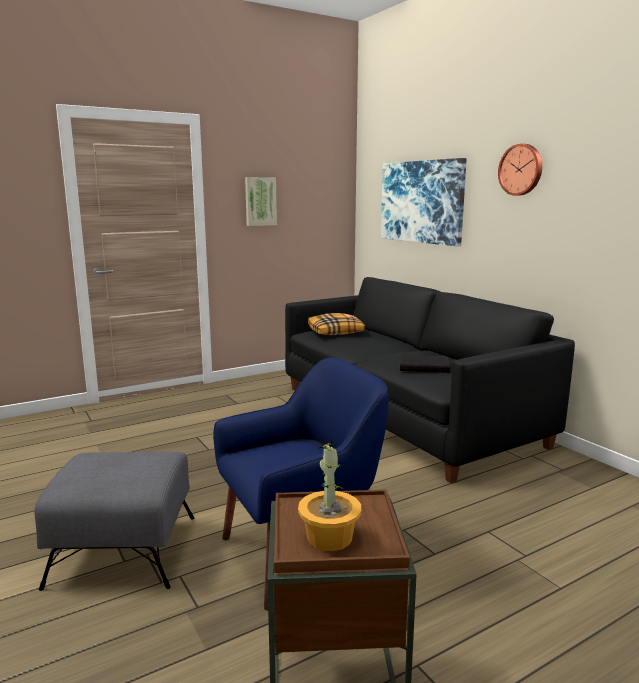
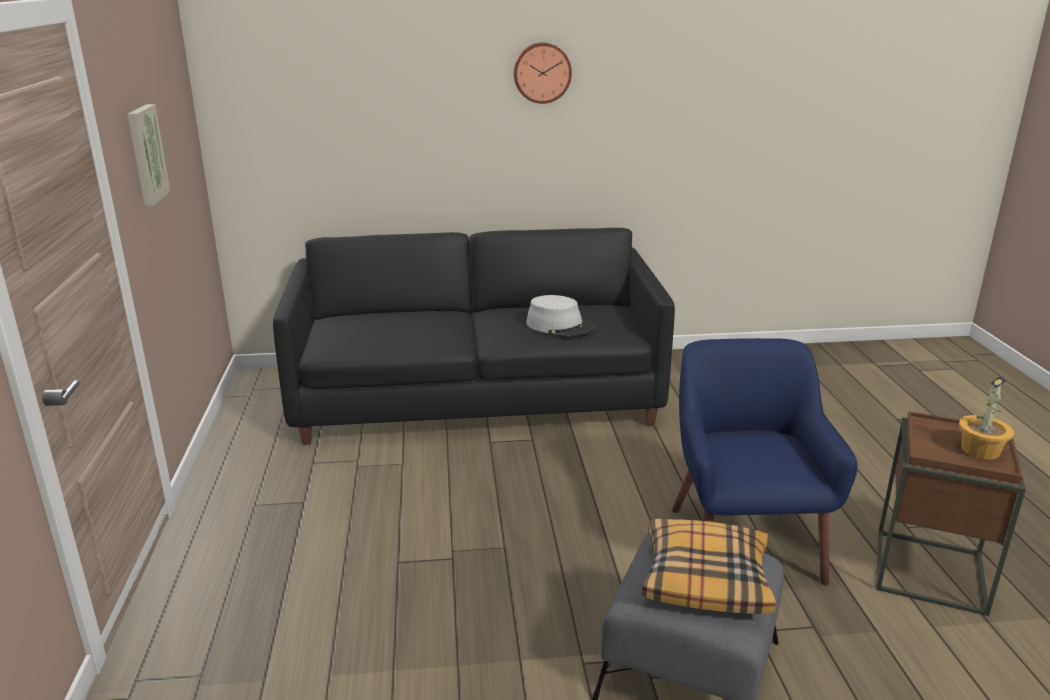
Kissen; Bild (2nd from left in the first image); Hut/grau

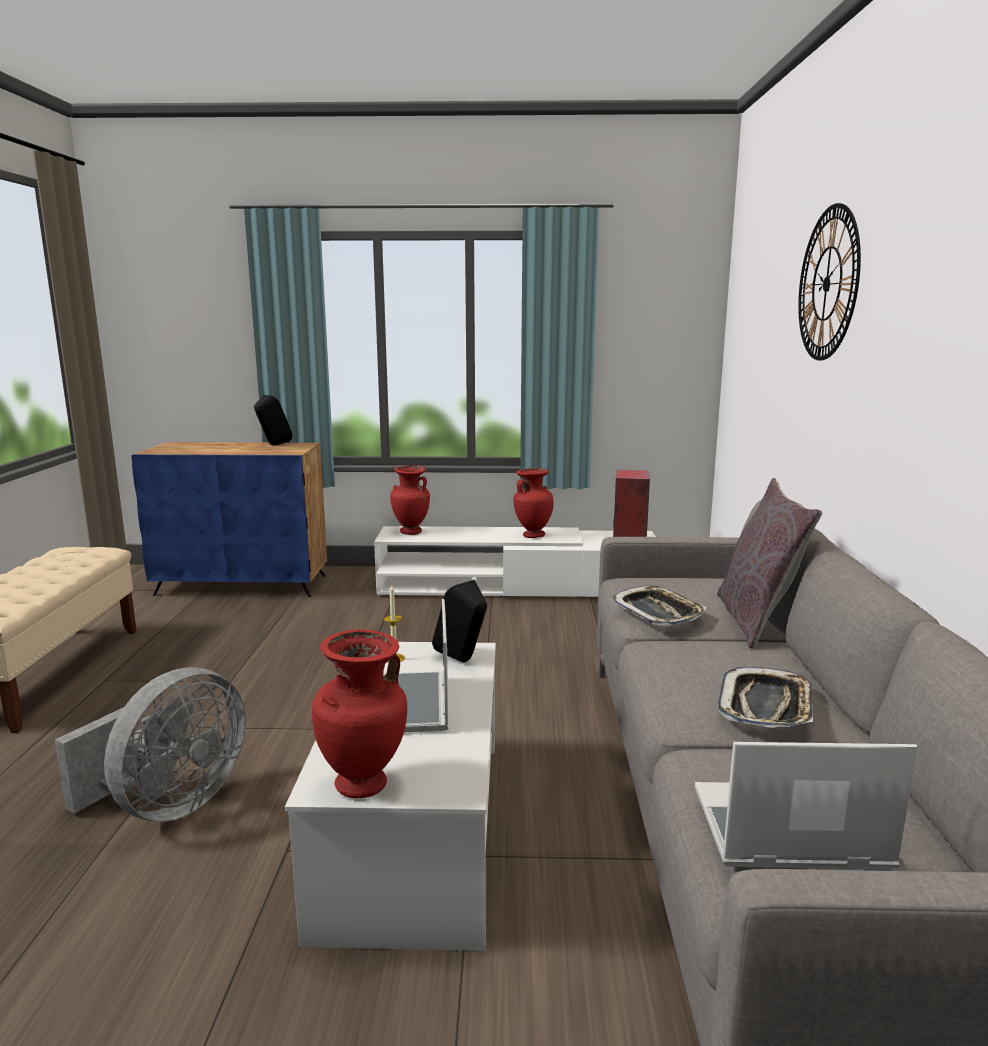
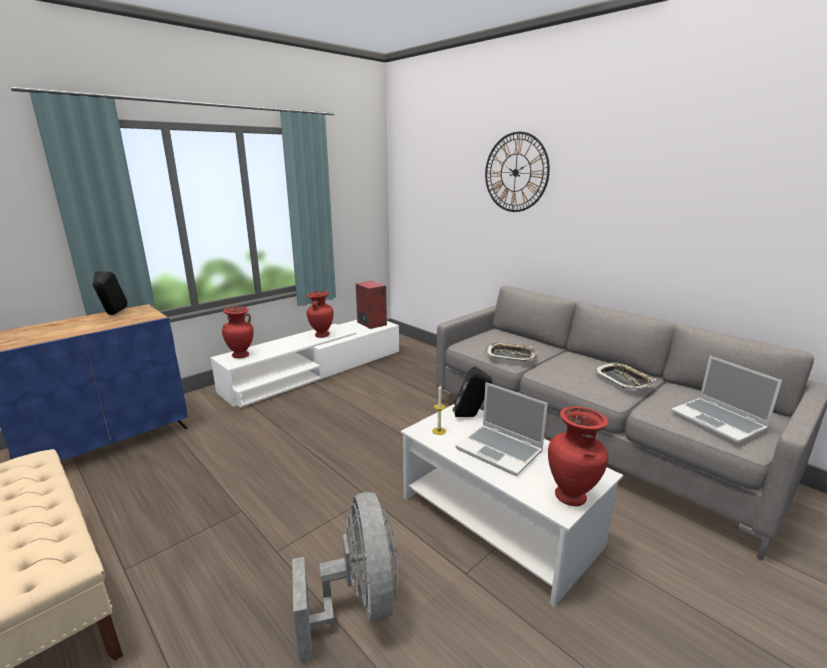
Laptop (2nd from left); Kissen/grau

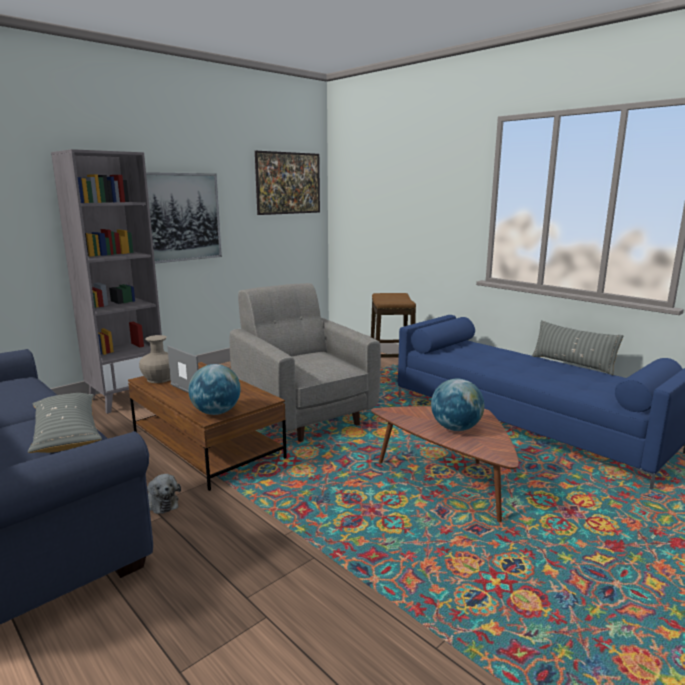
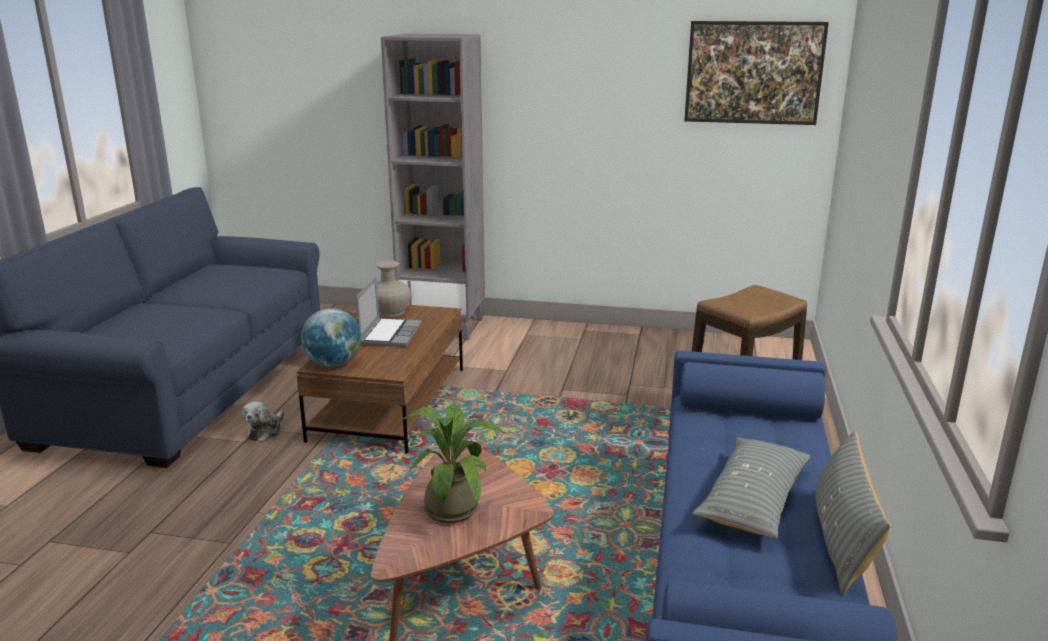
Kissen/grau (1st from left); Bild (1st from left in the first image); Sessel/grau; Topfpflanze

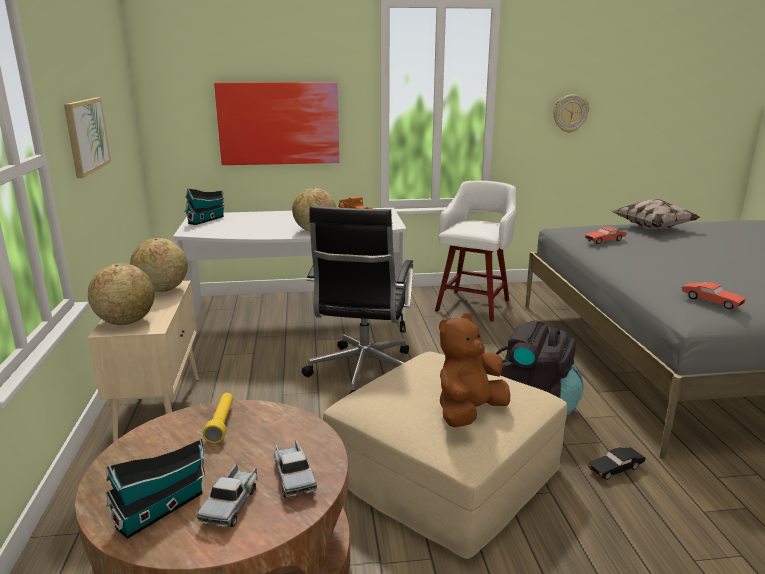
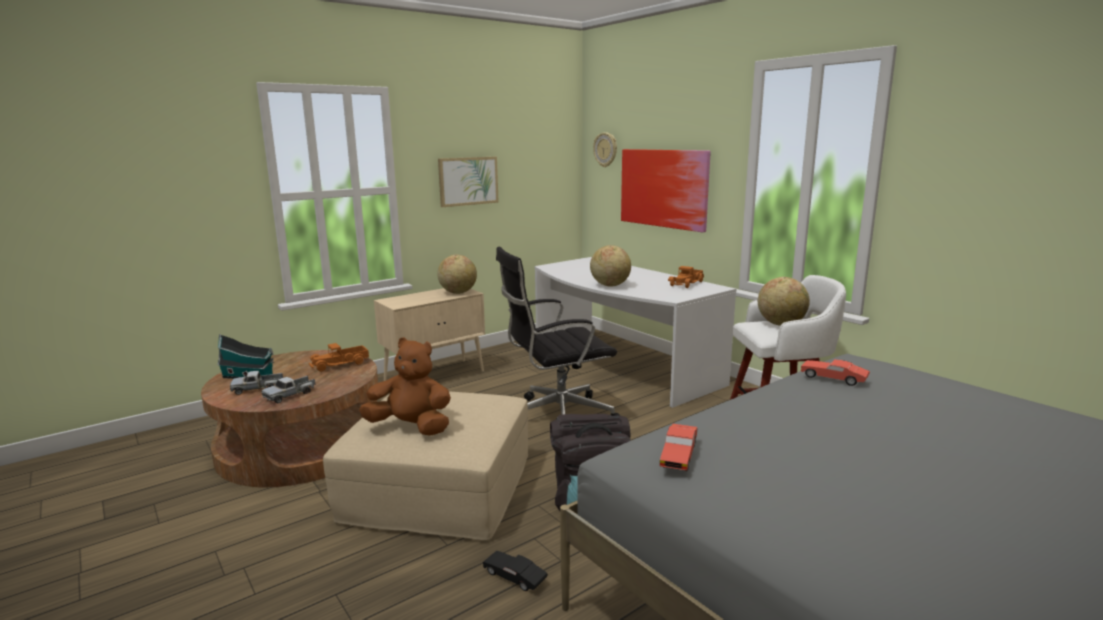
Globus (3rd from left); Spielzeughaus (2nd from left in the first image); Spielzeuglaster (3rd from left); Wanduhr; Kissen

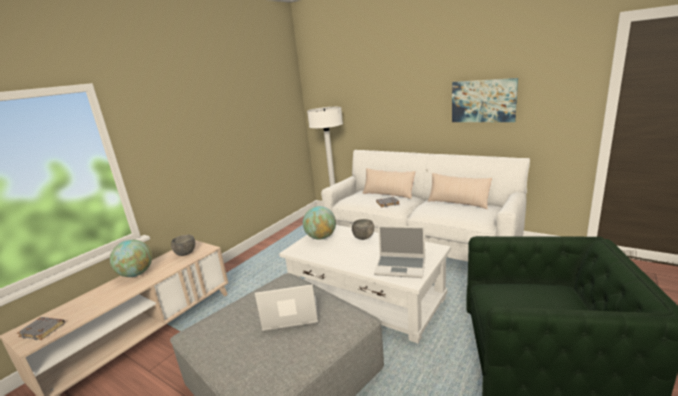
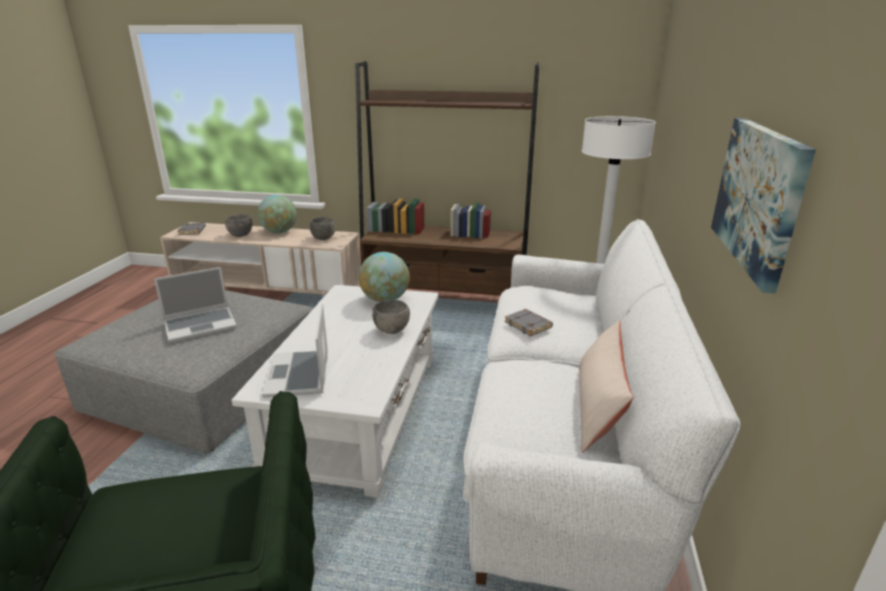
Laptop (1st from left); Kissen/beige (1st from left in the first image); Schüssel/grau (1st from left); Bücherregal/braun

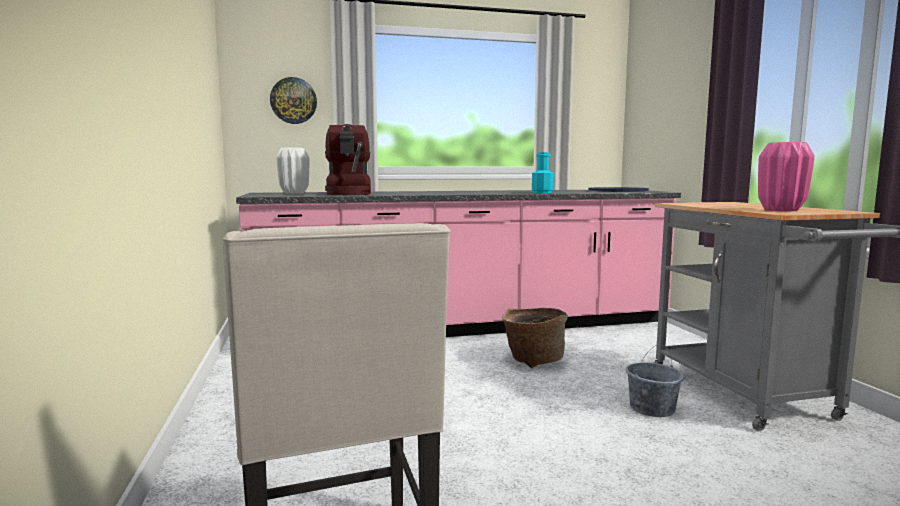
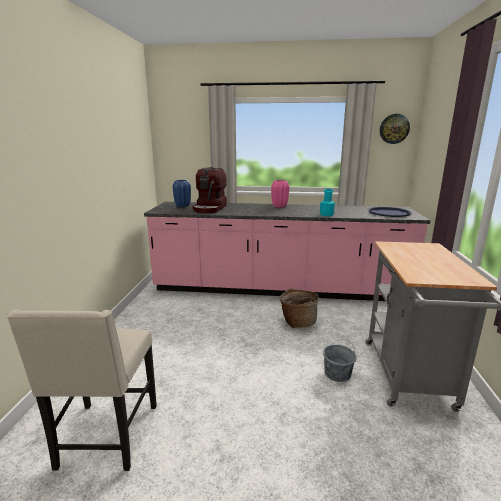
Wanduhr; Vase/blau; Vase/rosa

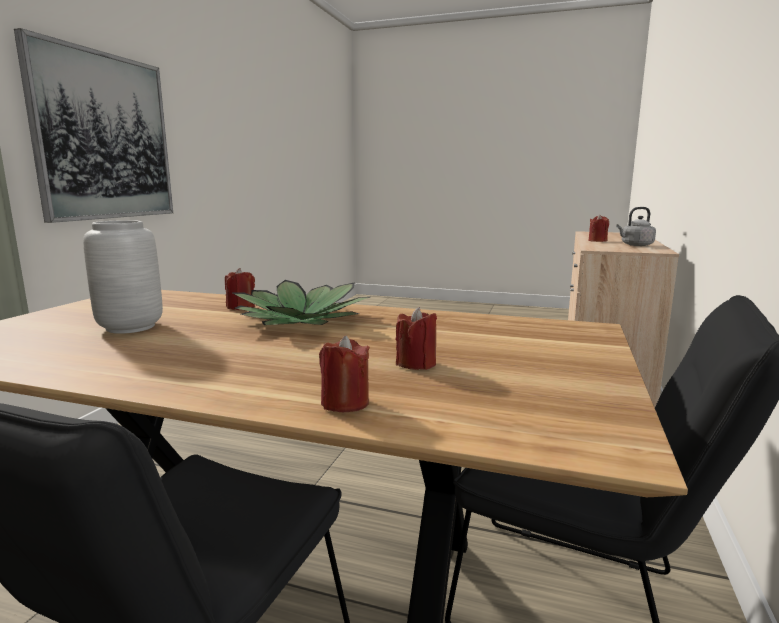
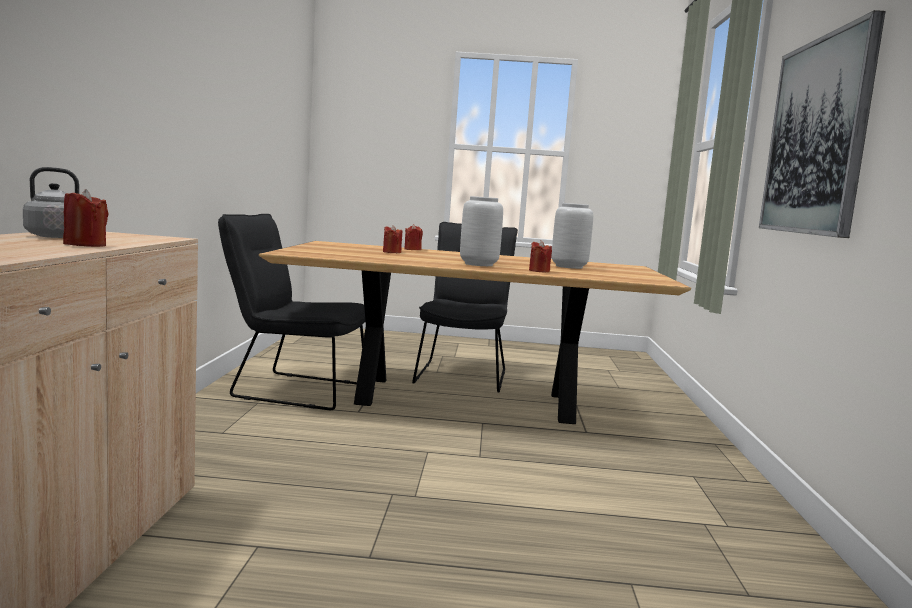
Vase/grau (1st from left)

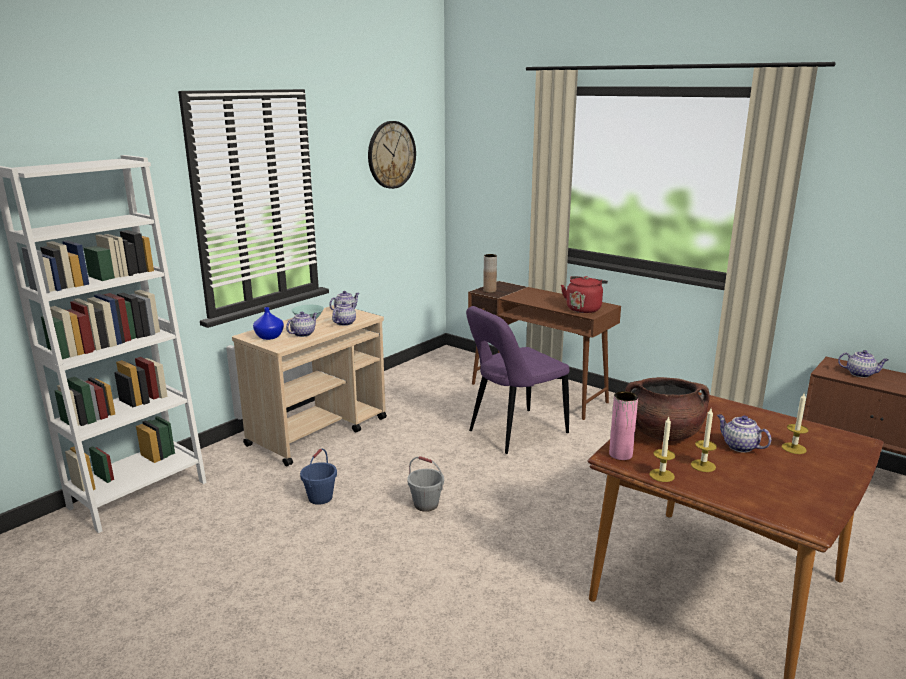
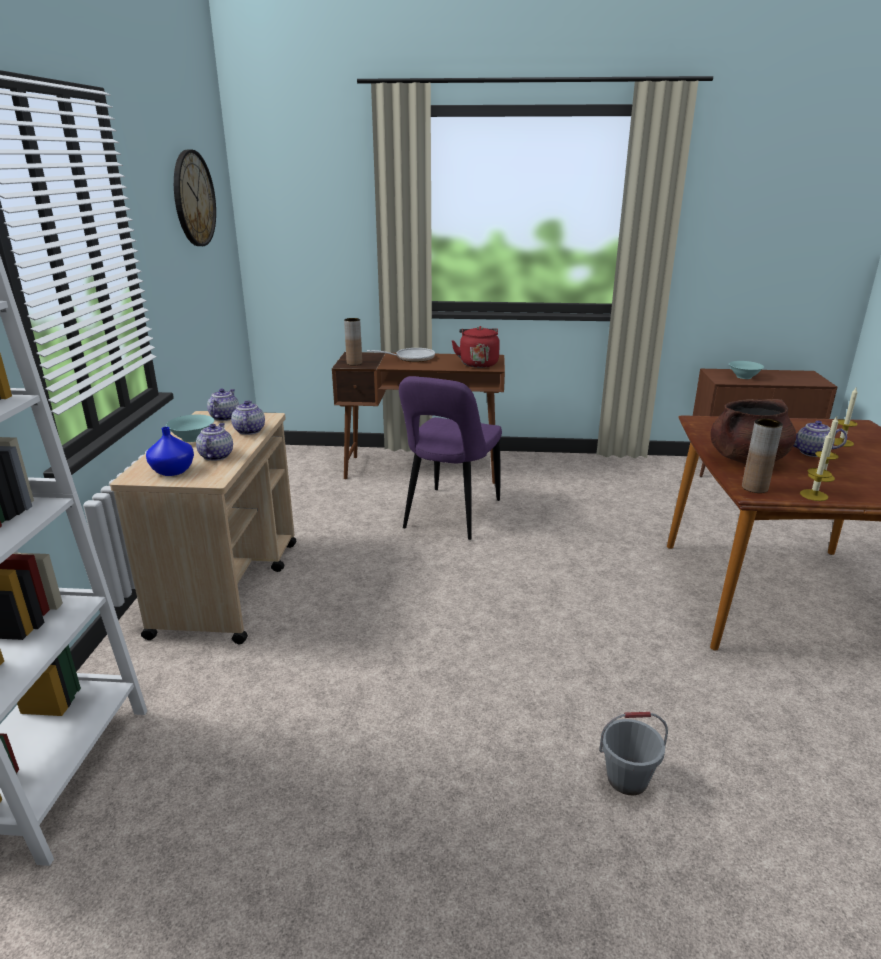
Eimer/blau; Eimer/grau; Vase/braun (2nd from left); Schüssel/türkis (2nd from left); Pfanne

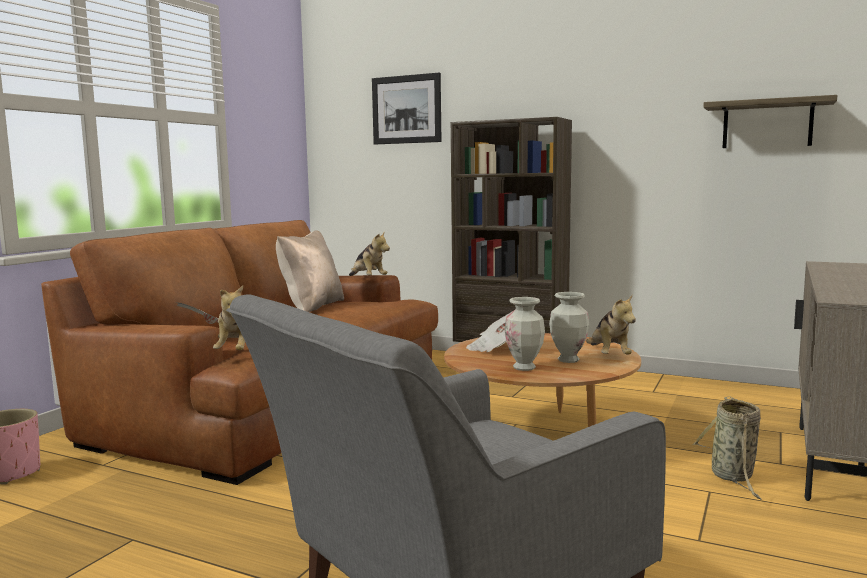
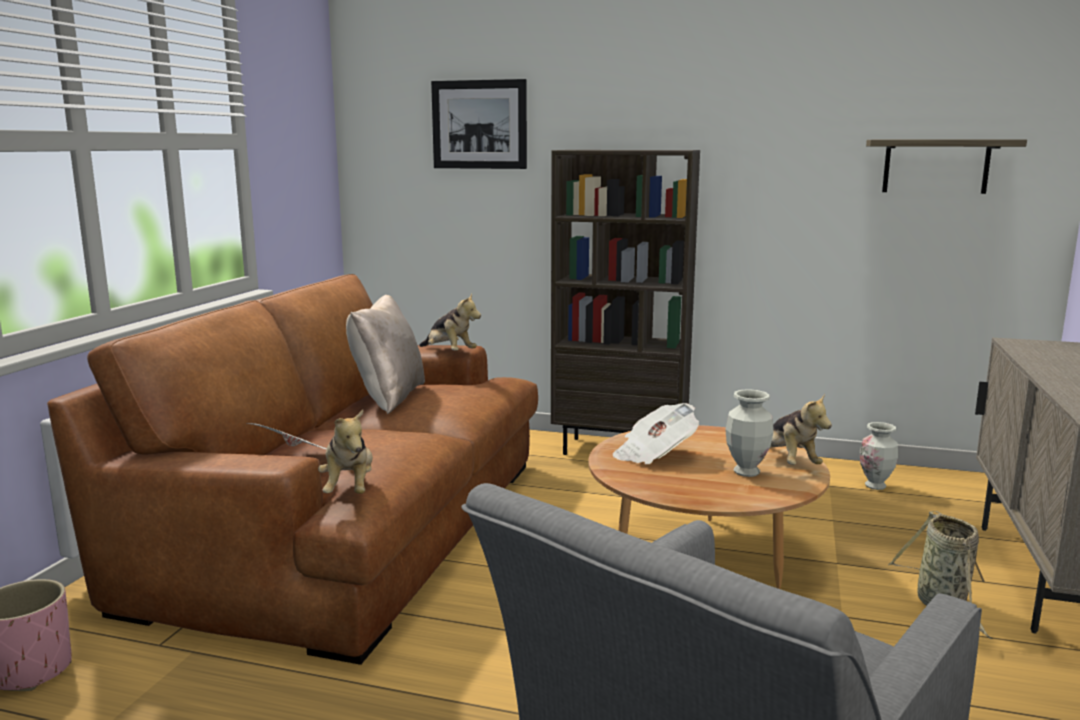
Vase (2nd from left)

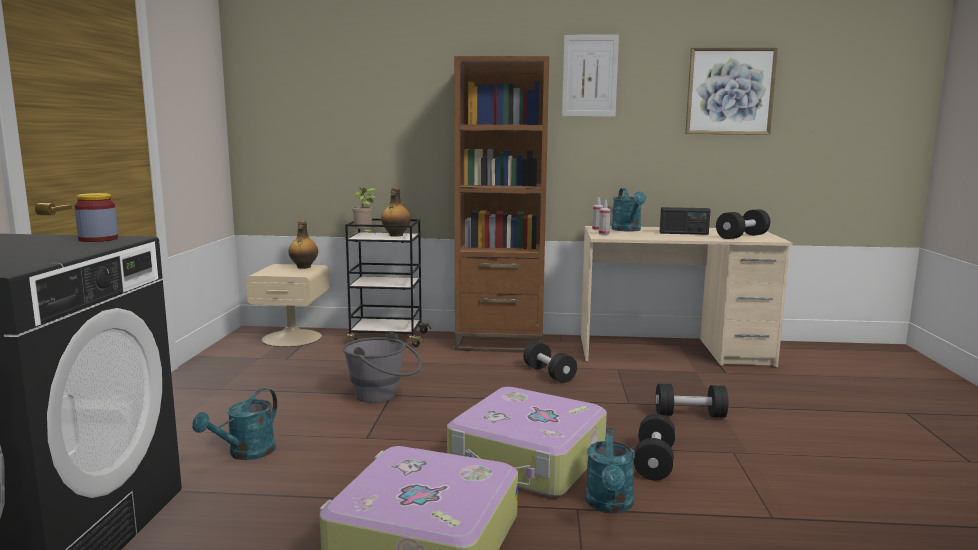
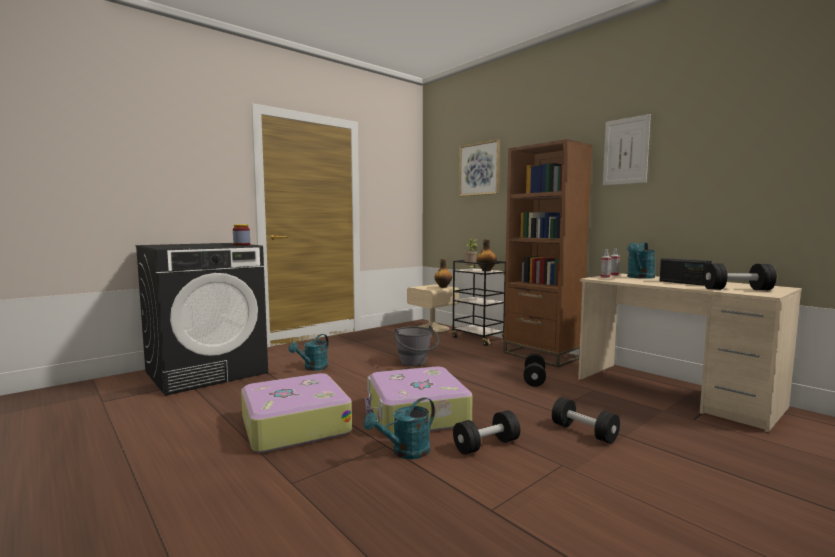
Gießkanne/türkis (1st from left); Bild (1st from left)

